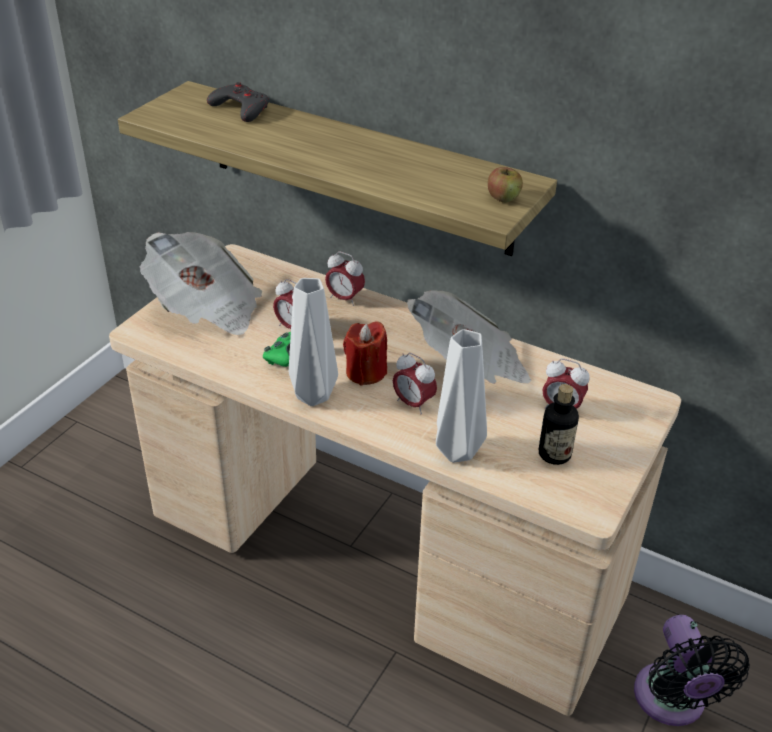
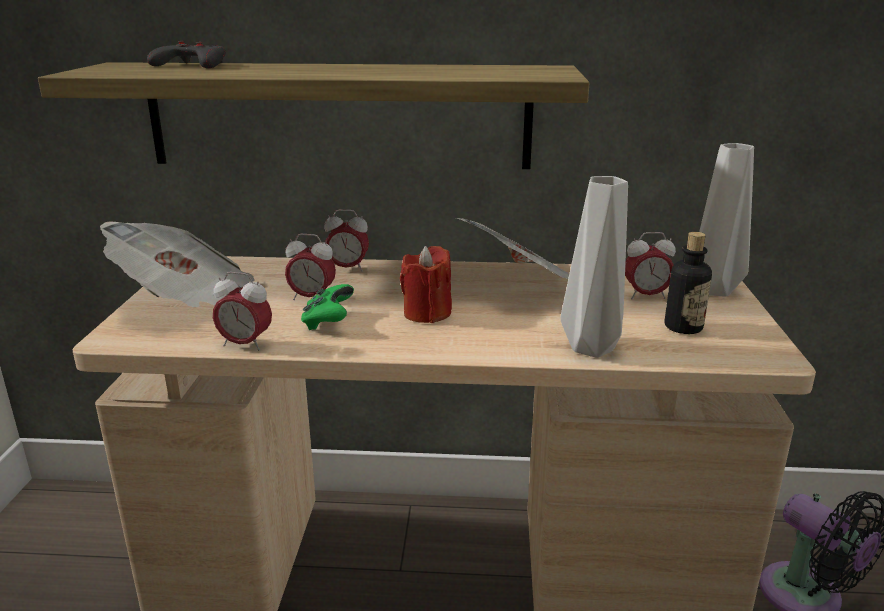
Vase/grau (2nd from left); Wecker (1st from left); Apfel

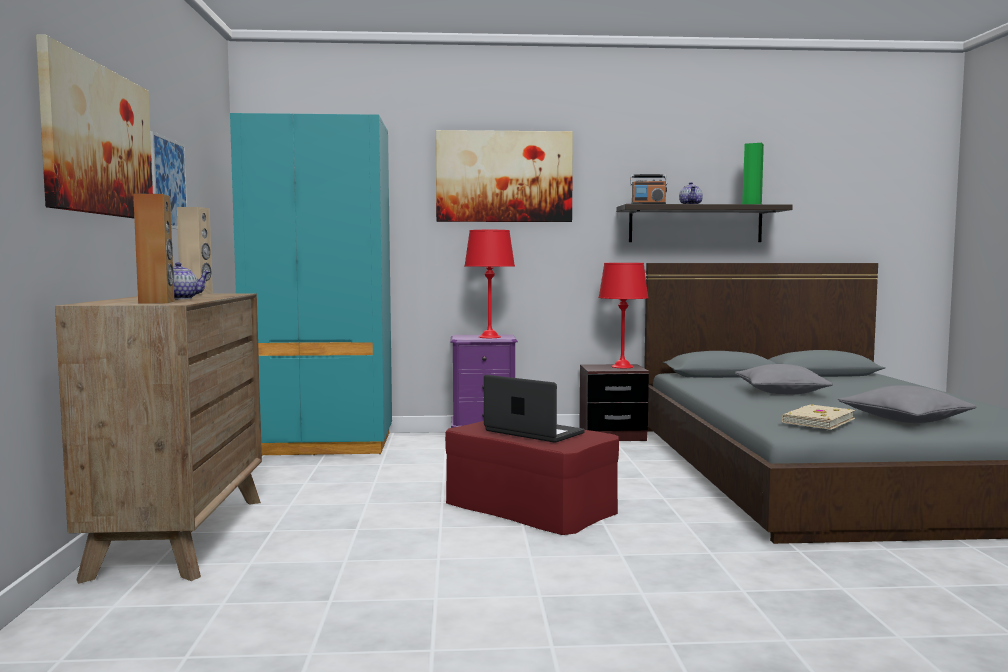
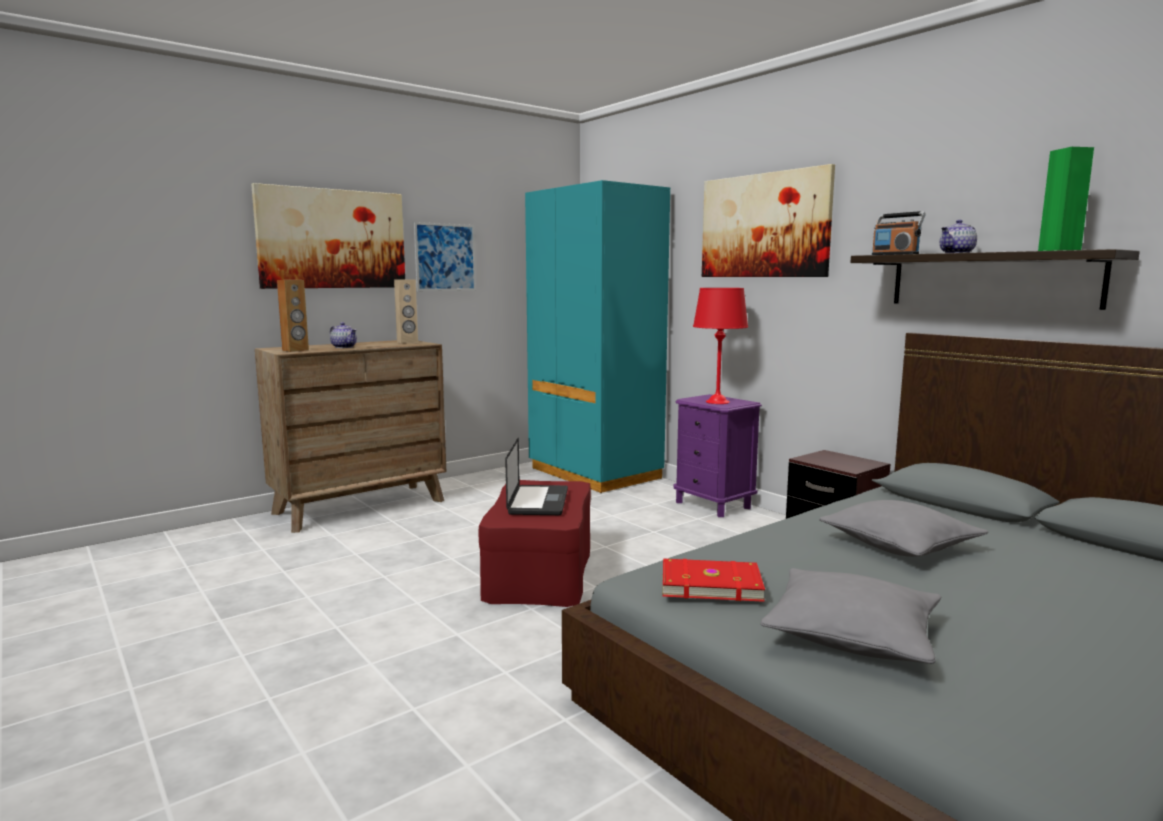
Tischlampe/rot (2nd from left in the first image); Buch/rot

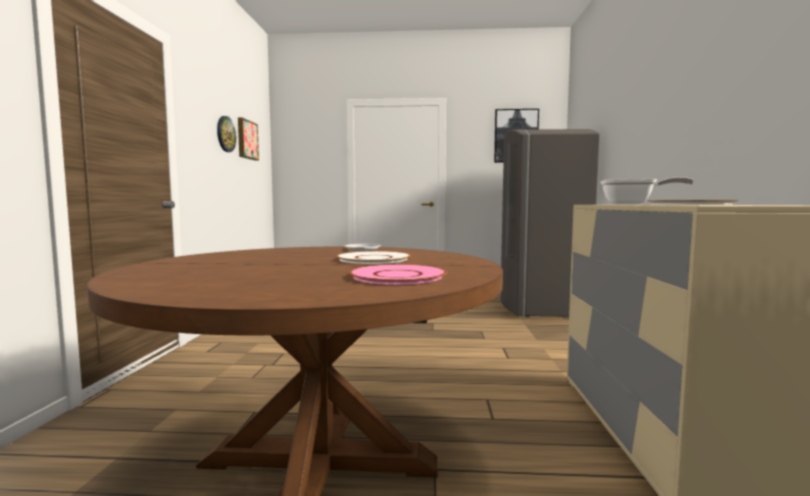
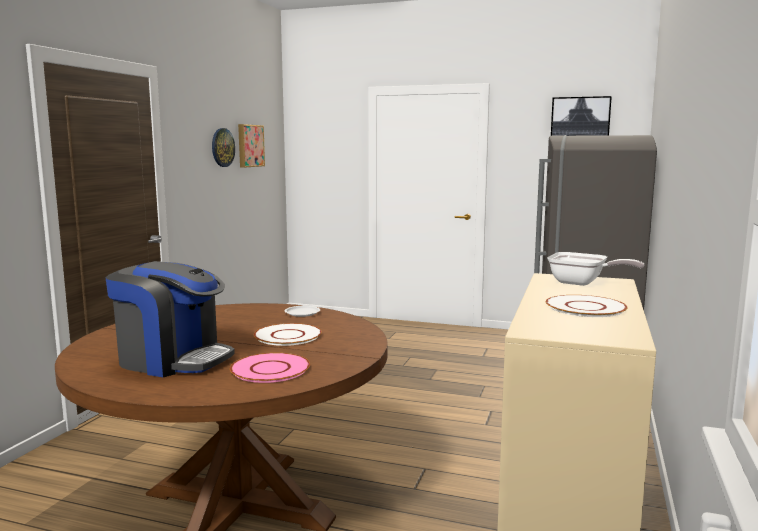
Kaffeemaschine

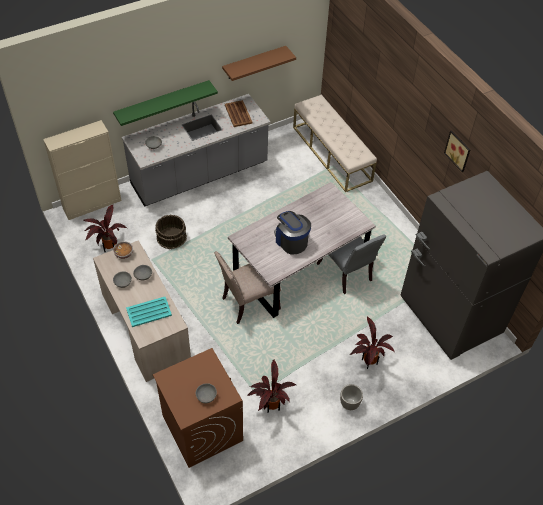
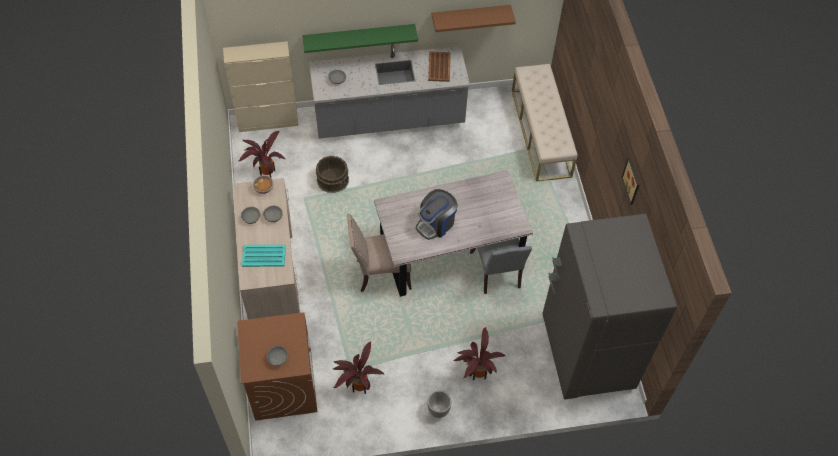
Kaffeemaschine

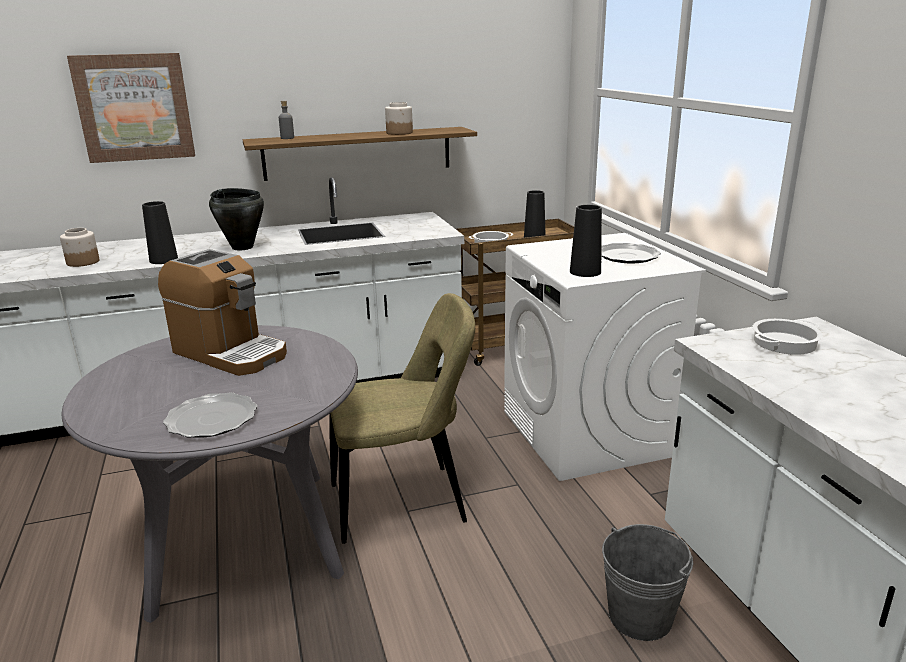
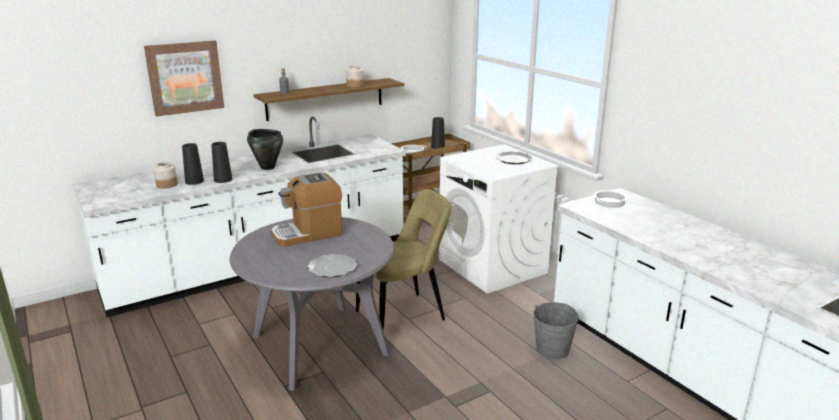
Kaffeemaschine; Vase/schwarz (1st from left)

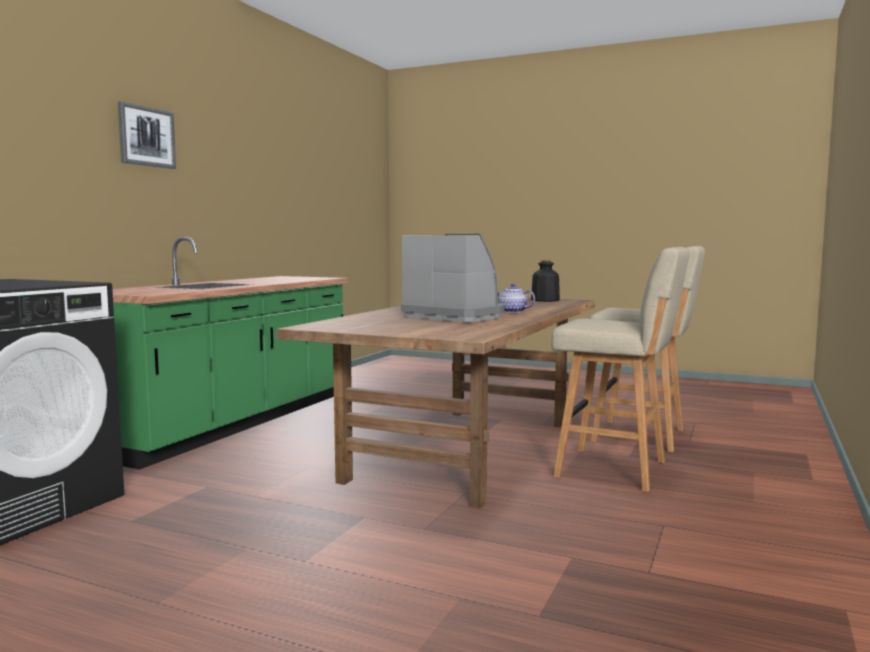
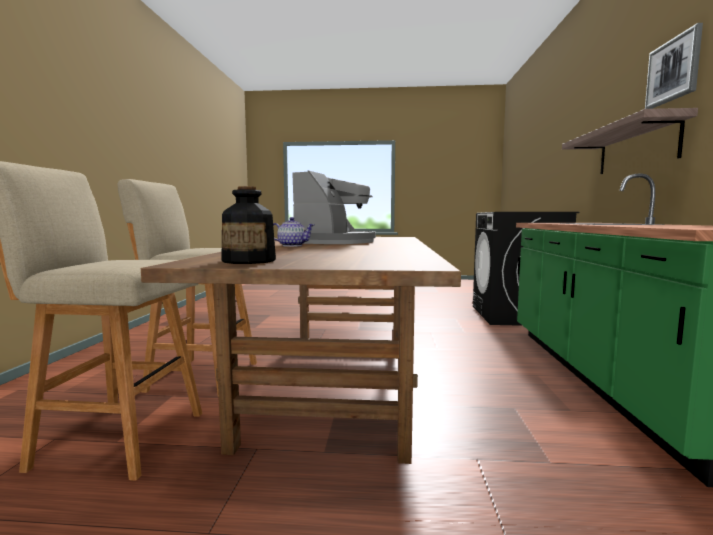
Kaffeemaschine; Wandregal

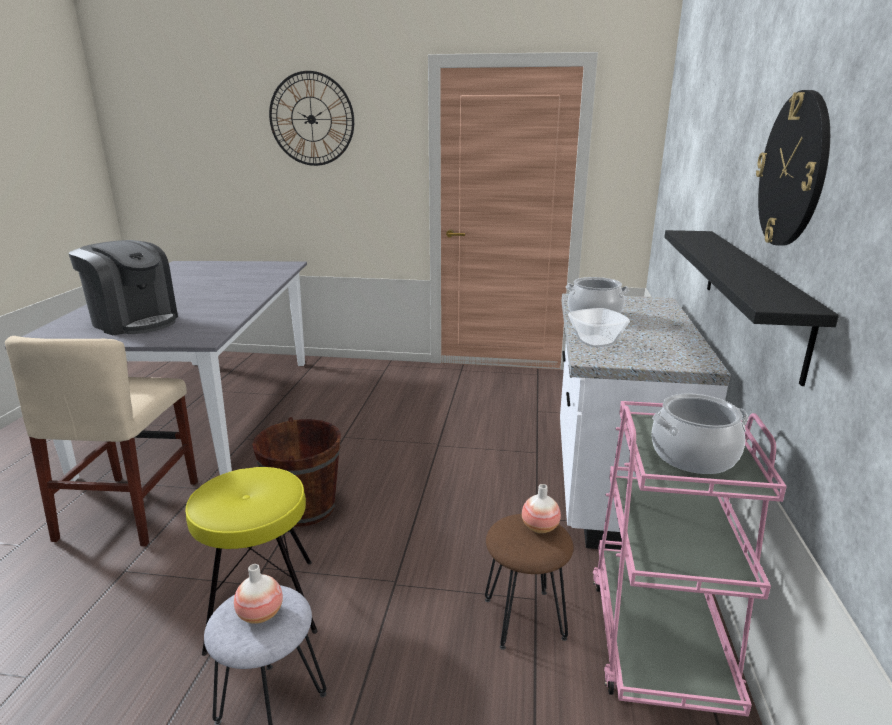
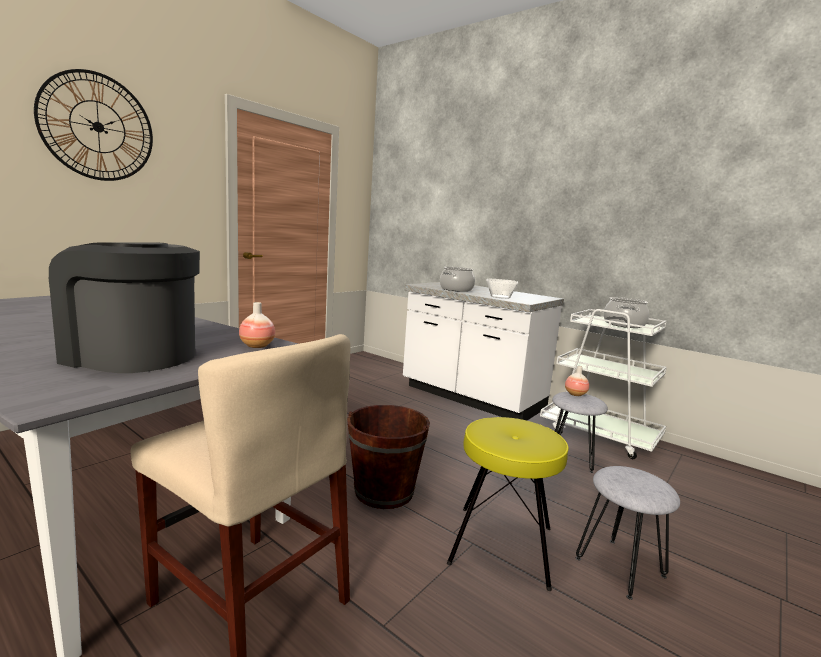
Kaffeemaschine; Vase (1st from left); Hocker/grau (1st from left); Rollwagen/weiß; Wandregal/schwarz; Wanduhr (2nd from left in the first image)

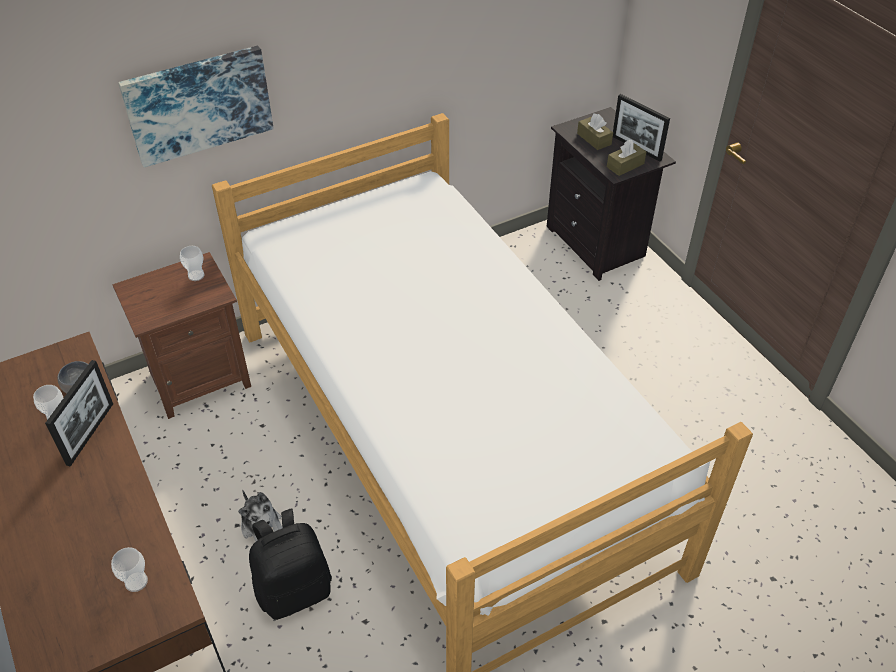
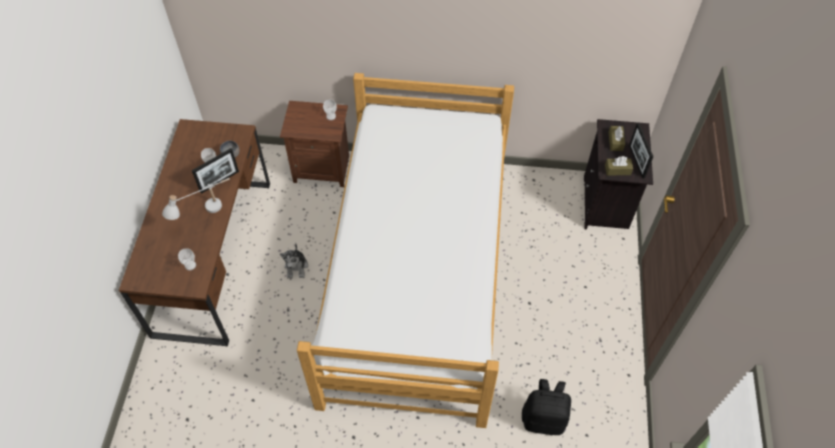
Bild; Rucksack/schwarz; Tischlampe/weiß

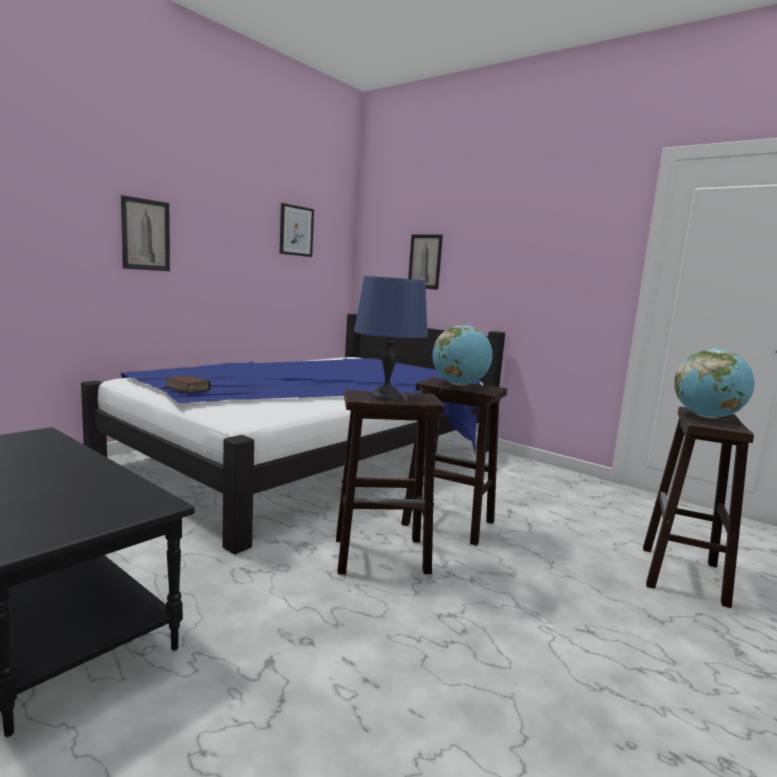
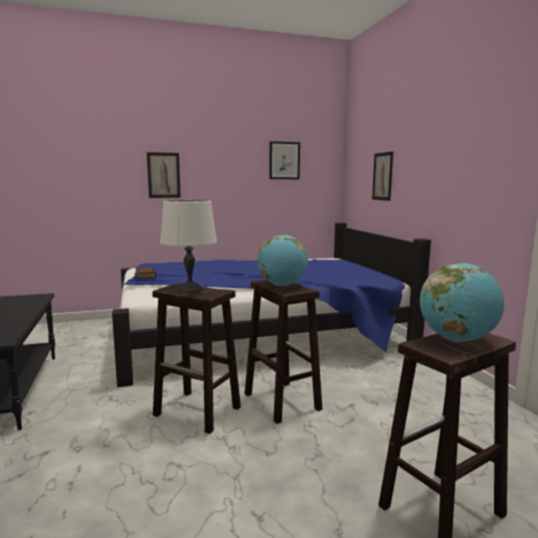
Tischlampe/weiß

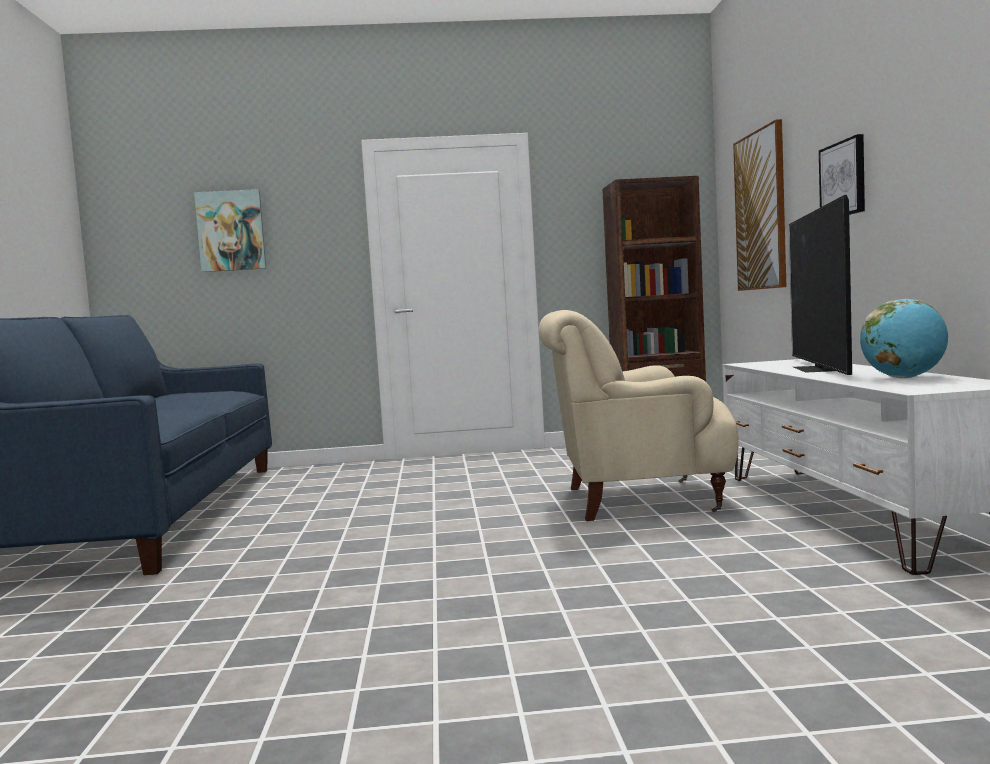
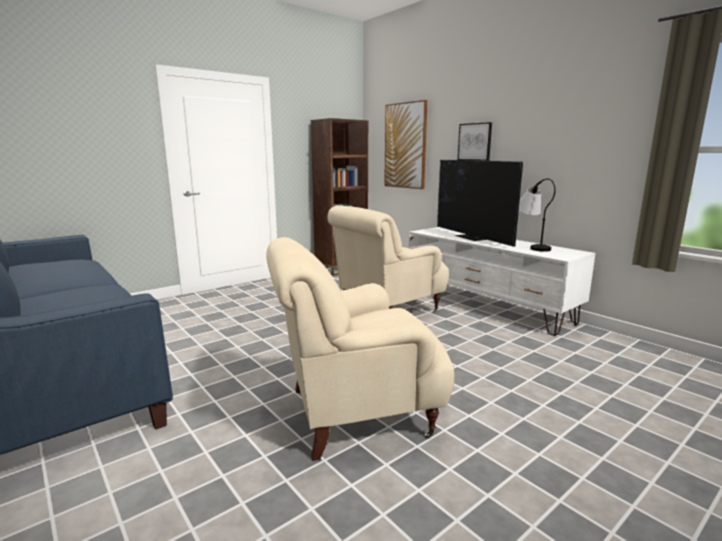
Bild (1st from left in the first image); Tischlampe; Sessel/beige (1st from left)

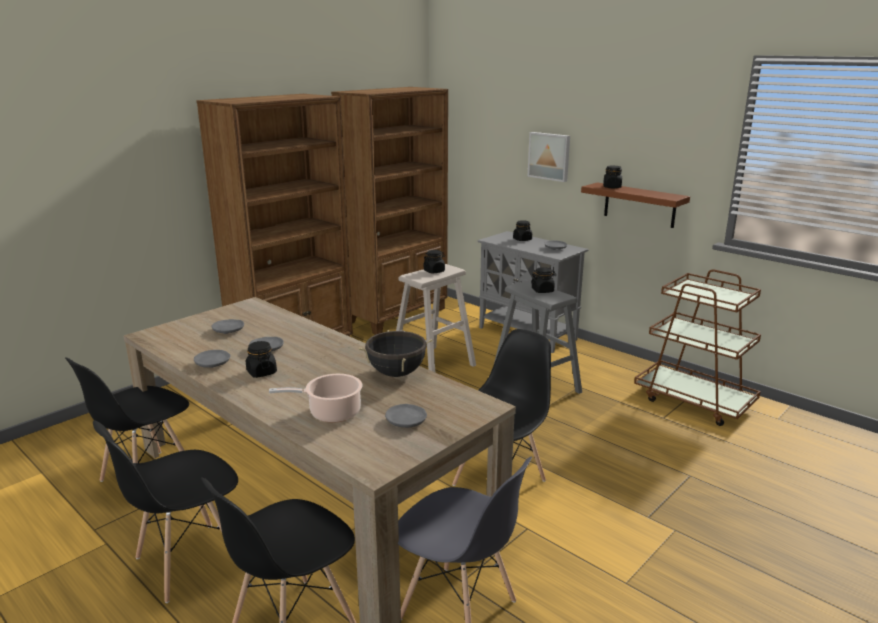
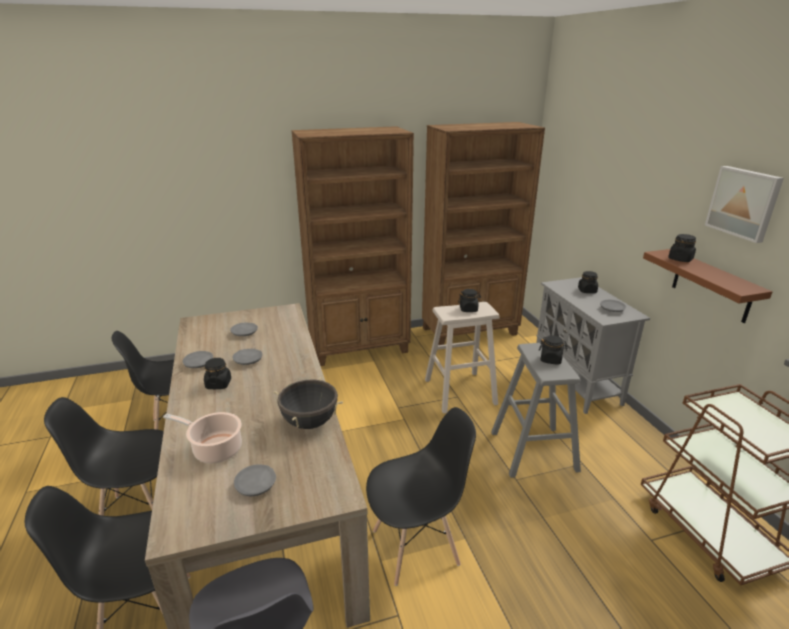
Bild

